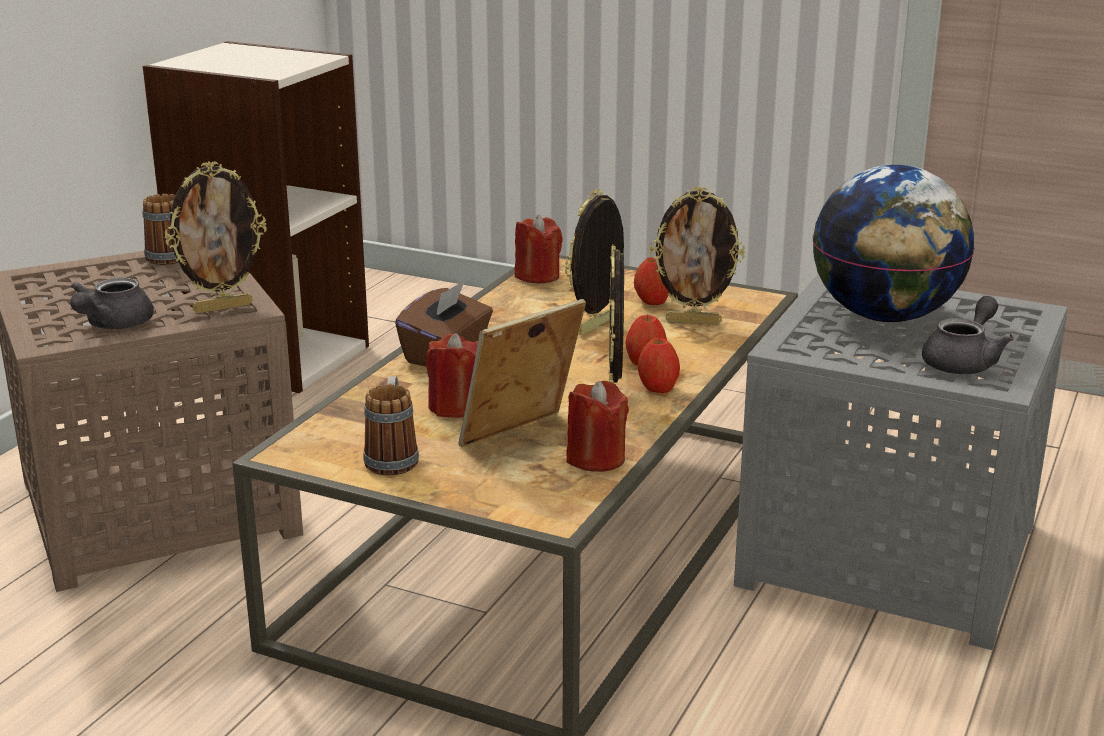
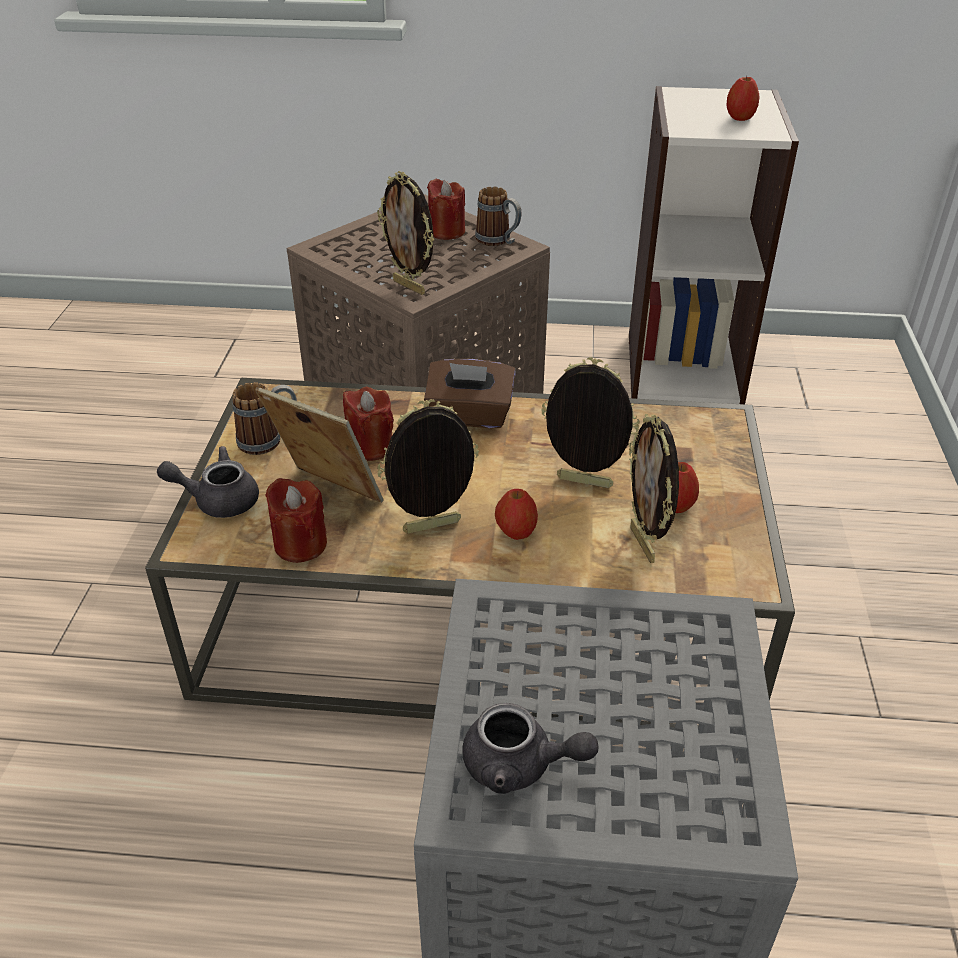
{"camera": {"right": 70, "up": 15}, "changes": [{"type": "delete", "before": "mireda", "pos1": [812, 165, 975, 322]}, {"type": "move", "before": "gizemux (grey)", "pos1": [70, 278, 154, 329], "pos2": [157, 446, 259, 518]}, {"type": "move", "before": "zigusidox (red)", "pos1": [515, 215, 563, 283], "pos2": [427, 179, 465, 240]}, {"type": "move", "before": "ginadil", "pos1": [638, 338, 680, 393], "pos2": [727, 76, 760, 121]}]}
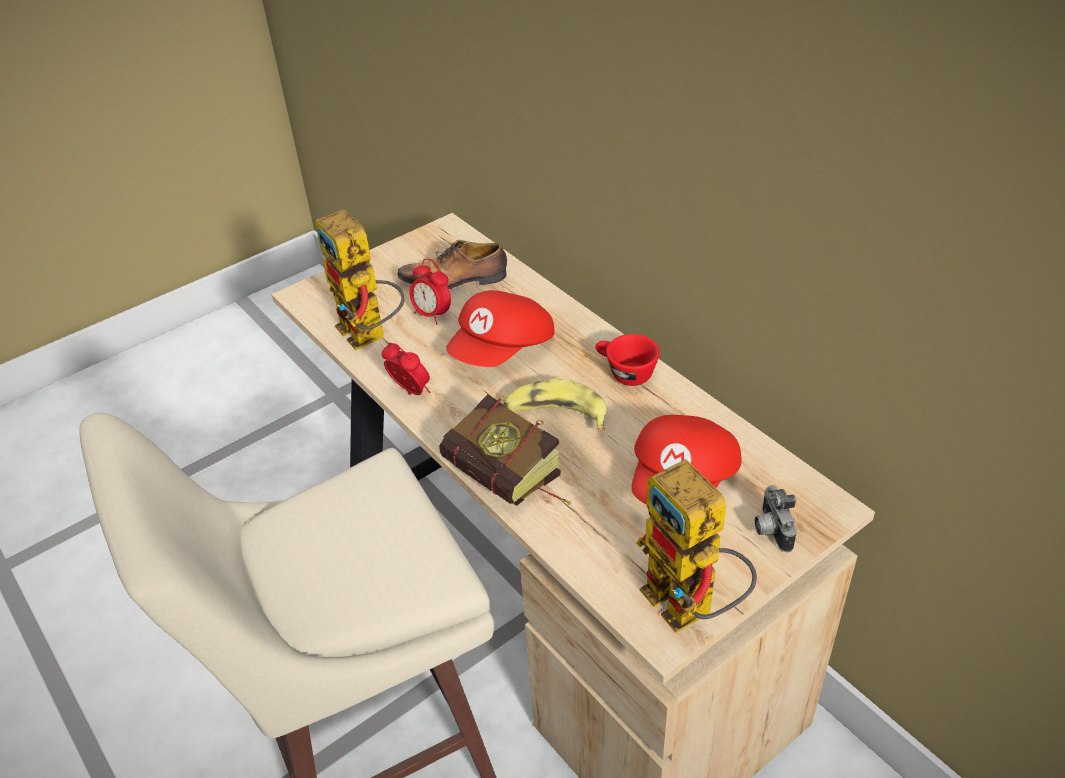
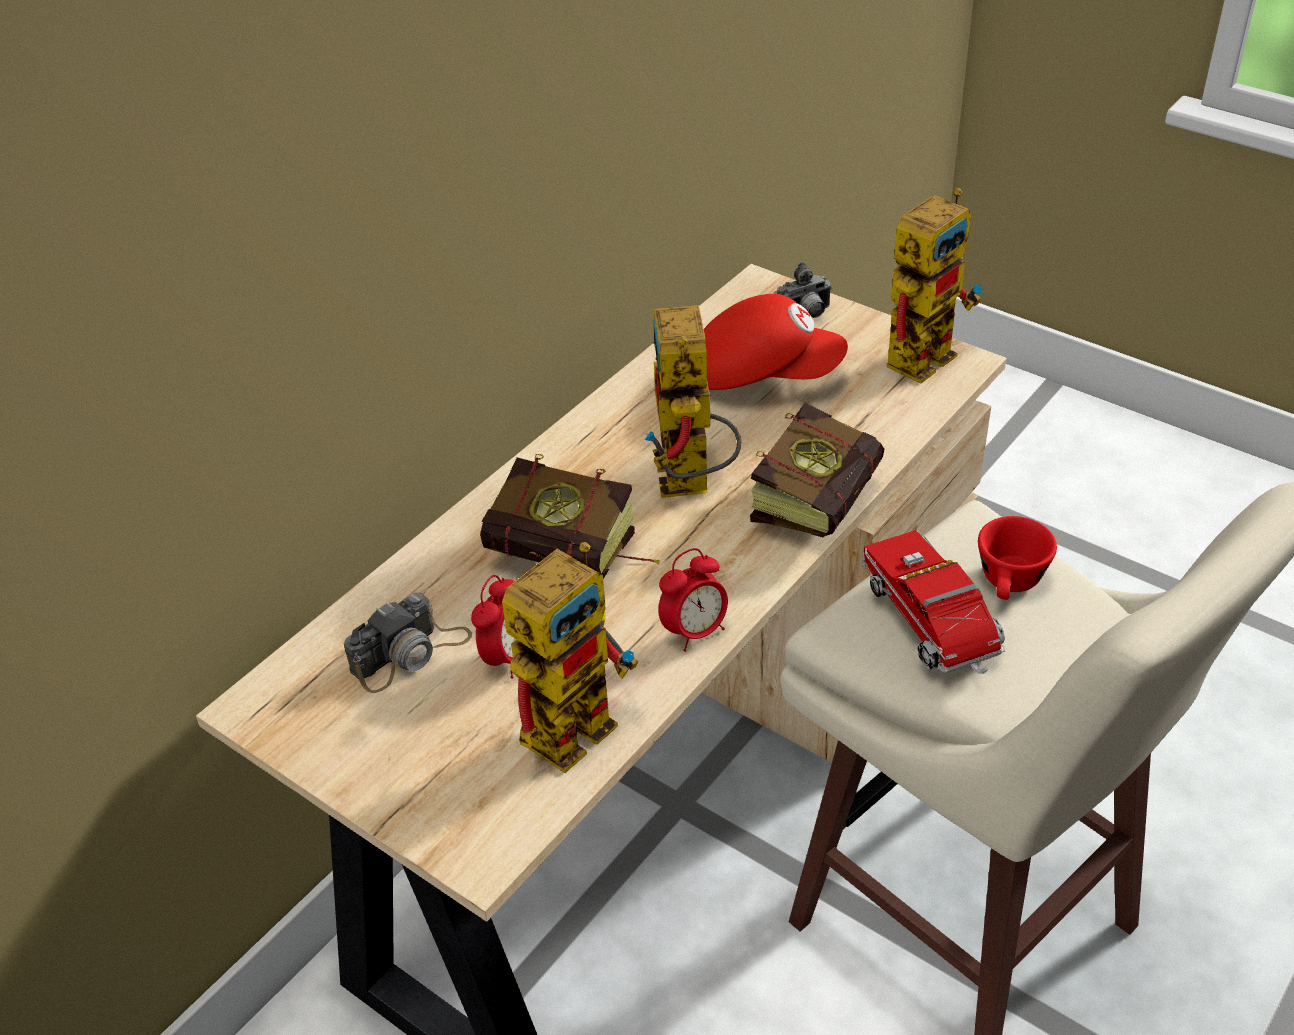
{"camera": {"right": -105, "up": 0}, "changes": [{"type": "insert", "after": "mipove", "pos2": [862, 530, 1005, 674]}, {"type": "move", "before": "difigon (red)", "pos1": [595, 334, 660, 386], "pos2": [978, 516, 1057, 600]}, {"type": "replace", "before": "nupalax", "after": "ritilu", "pos1": [397, 240, 507, 289], "pos2": [344, 593, 472, 693]}, {"type": "replace", "before": "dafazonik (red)", "after": "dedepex", "pos1": [446, 290, 555, 367], "pos2": [480, 454, 660, 578]}, {"type": "replace", "before": "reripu", "after": "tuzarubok", "pos1": [504, 378, 607, 431], "pos2": [643, 305, 741, 498]}, {"type": "rotate", "before": "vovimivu", "pos1": [382, 343, 430, 395], "pos2": [658, 548, 728, 652], "turn": -150}]}
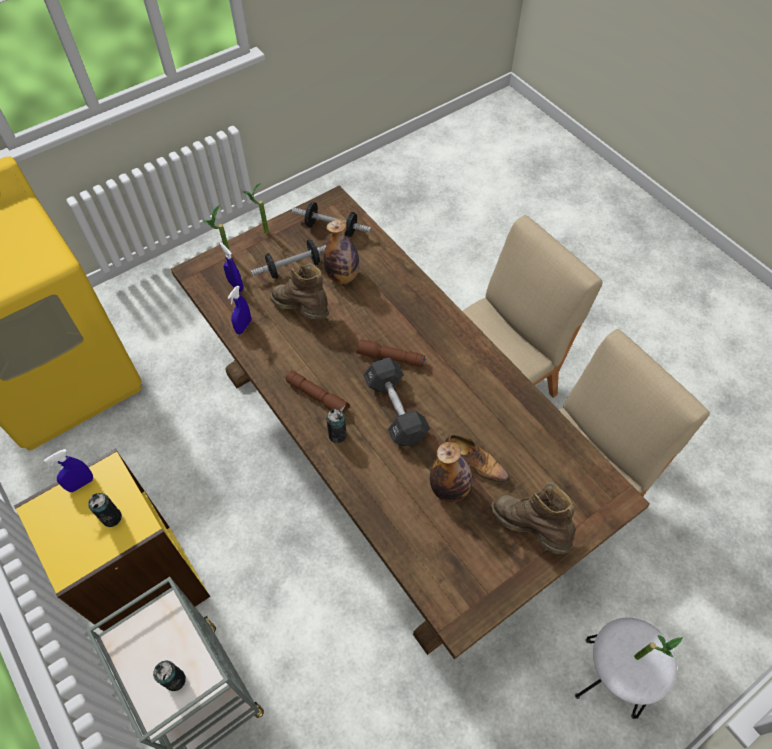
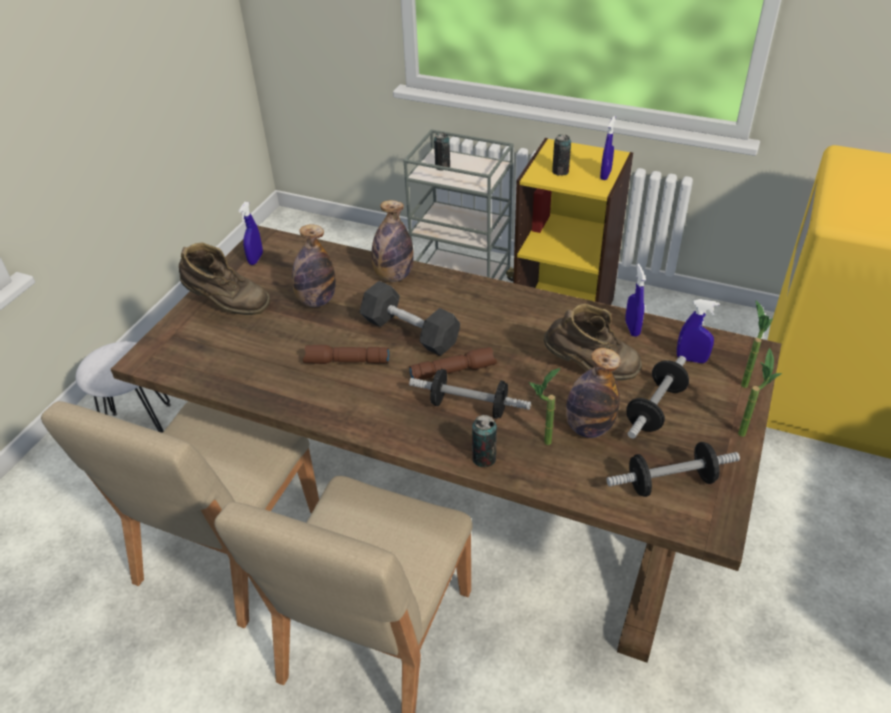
{"camera": {"right": 150, "up": -15}, "changes": [{"type": "delete", "before": "nupalax", "pos1": [445, 435, 510, 483]}, {"type": "insert", "after": "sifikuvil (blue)", "pos2": [239, 202, 263, 265]}, {"type": "insert", "after": "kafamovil", "pos2": [371, 200, 414, 282]}, {"type": "insert", "after": "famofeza", "pos2": [409, 369, 531, 419]}, {"type": "move", "before": "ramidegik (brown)", "pos1": [286, 370, 350, 412], "pos2": [303, 345, 390, 364]}, {"type": "move", "before": "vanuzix", "pos1": [326, 409, 347, 443], "pos2": [472, 415, 497, 467]}, {"type": "move", "before": "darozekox", "pos1": [634, 635, 683, 660], "pos2": [529, 368, 561, 445]}]}
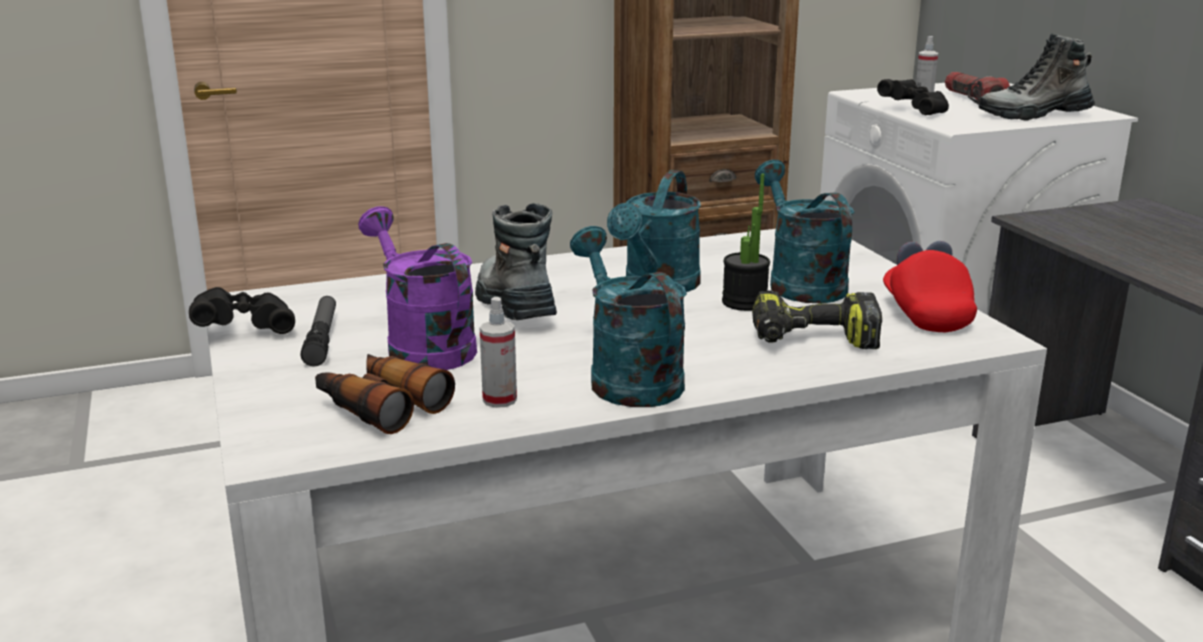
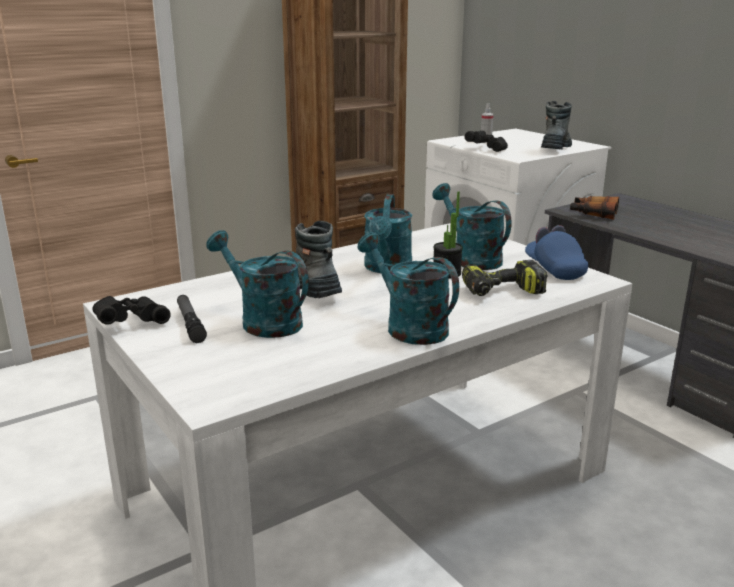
{"camera": {"right": -15, "up": 0}, "changes": [{"type": "delete", "before": "sifikuvil", "pos1": [480, 297, 517, 408]}, {"type": "delete", "before": "ramidegik", "pos1": [945, 72, 1010, 104]}, {"type": "move", "before": "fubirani", "pos1": [315, 354, 455, 434], "pos2": [570, 196, 619, 220]}, {"type": "recolor", "before": "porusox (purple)", "after": "porusox (turquoise)", "pos1": [358, 206, 477, 370], "pos2": [206, 230, 309, 338]}, {"type": "recolor", "before": "dafazonik (red)", "after": "dafazonik (blue)", "pos1": [883, 241, 977, 332], "pos2": [525, 225, 588, 280]}, {"type": "rotate", "before": "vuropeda", "pos1": [979, 33, 1095, 121], "pos2": [541, 101, 572, 150], "turn": 135}]}
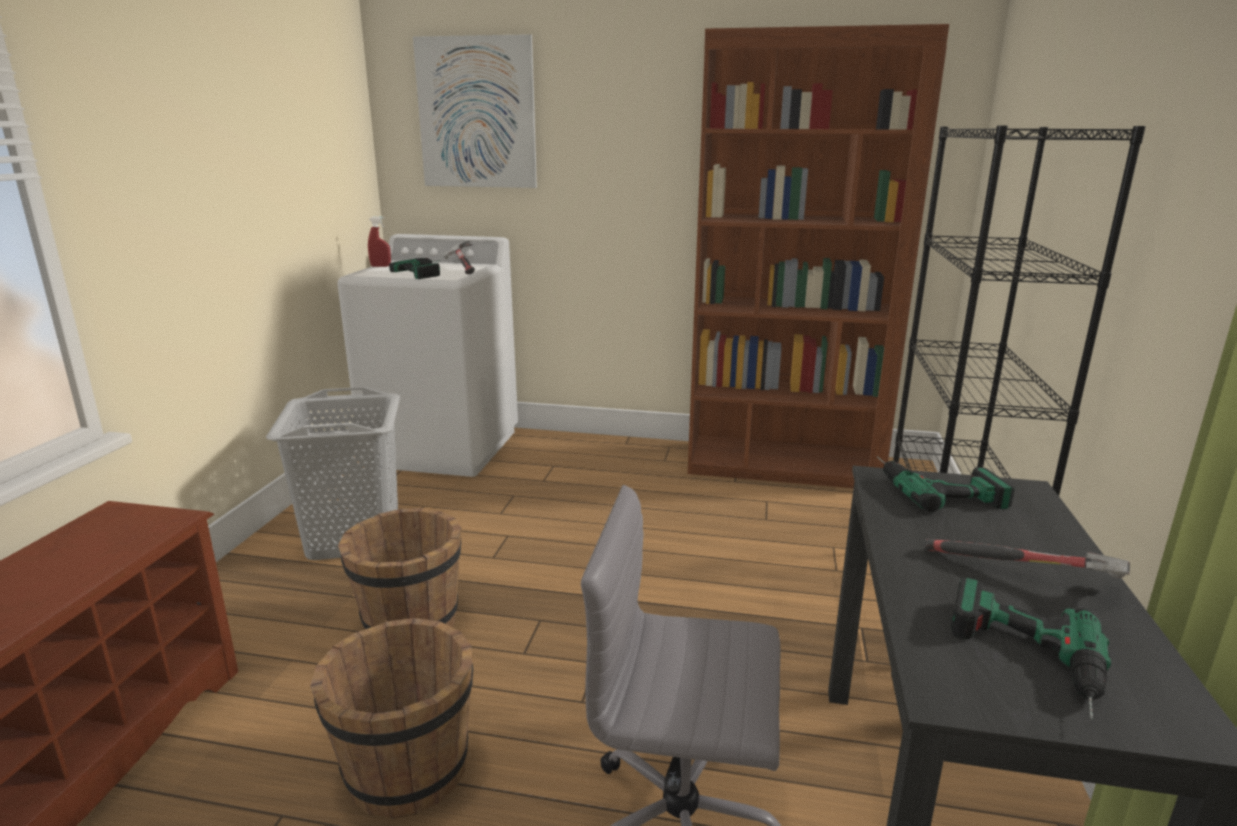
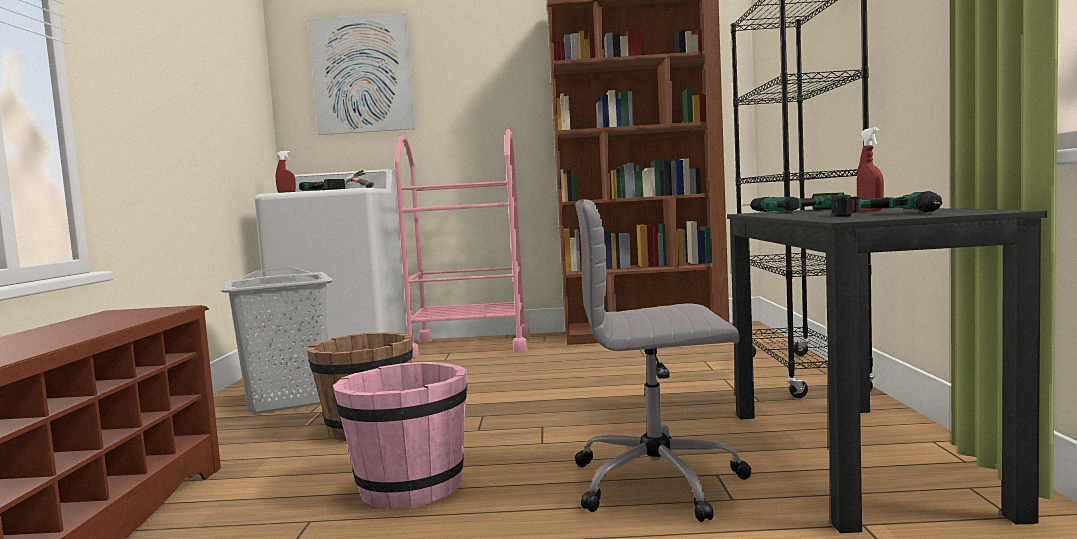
{"camera": {"right": -10, "up": -15}, "changes": [{"type": "insert", "after": "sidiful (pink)", "pos2": [395, 129, 530, 358]}, {"type": "replace", "before": "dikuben", "after": "sifikuvil (red)", "pos1": [925, 538, 1130, 578], "pos2": [857, 127, 884, 211]}, {"type": "recolor", "before": "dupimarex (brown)", "after": "dupimarex (pink)", "pos1": [310, 618, 473, 819], "pos2": [333, 362, 468, 509]}]}
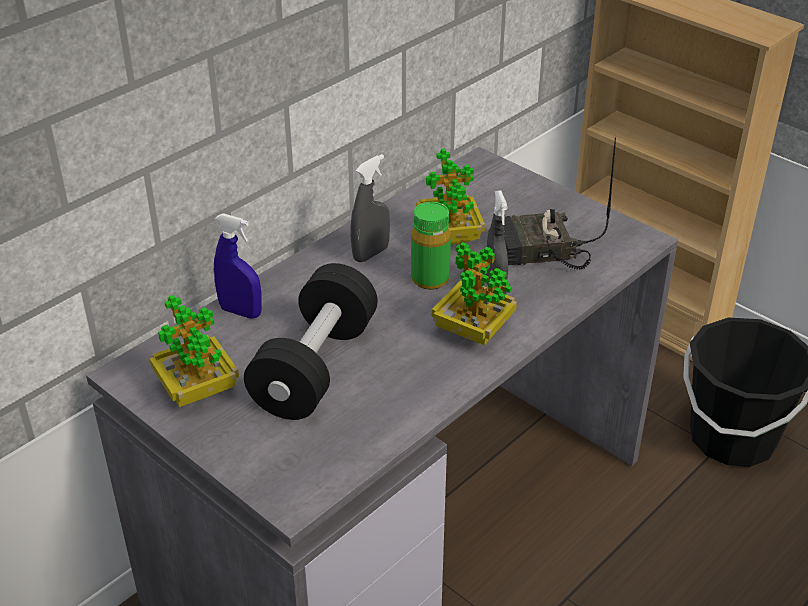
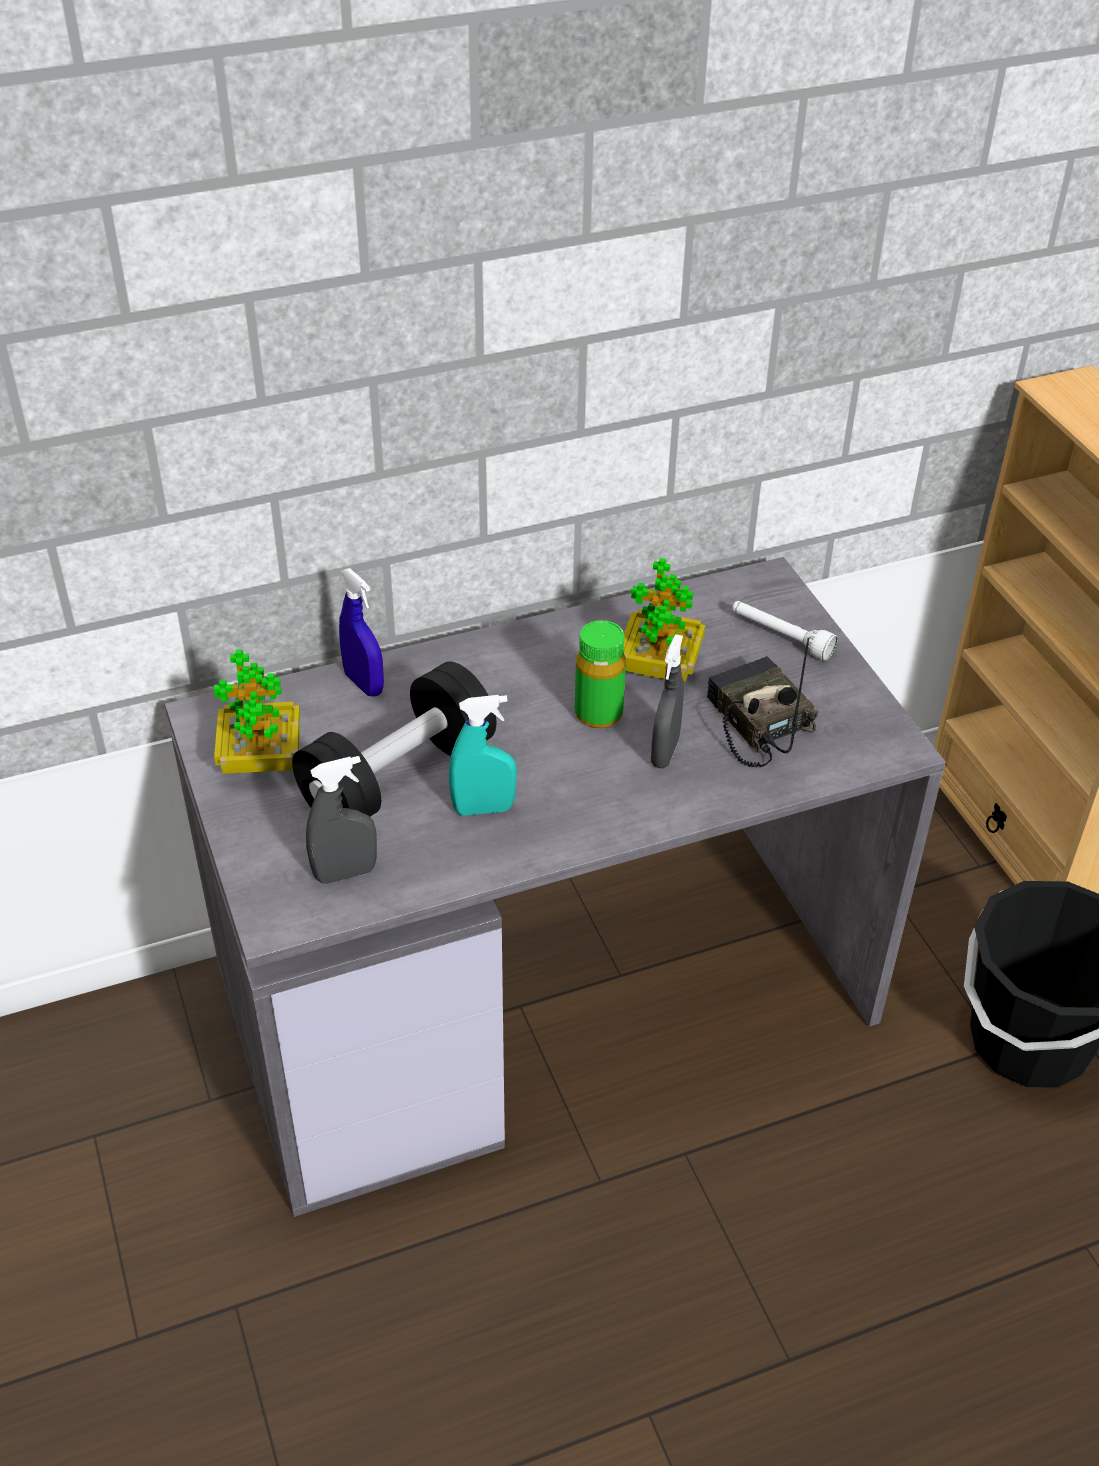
{"camera": {"right": 25, "up": 5}, "changes": [{"type": "delete", "before": "darozekox", "pos1": [432, 242, 517, 345]}, {"type": "insert", "after": "sifikuvil (turquoise)", "pos2": [449, 695, 517, 816]}, {"type": "insert", "after": "ramidegik (white)", "pos2": [732, 601, 838, 661]}, {"type": "move", "before": "sifikuvil (grey)", "pos1": [350, 154, 390, 262], "pos2": [306, 756, 377, 884]}, {"type": "rotate", "before": "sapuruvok", "pos1": [504, 137, 616, 269], "pos2": [707, 637, 818, 767], "turn": 45}]}
